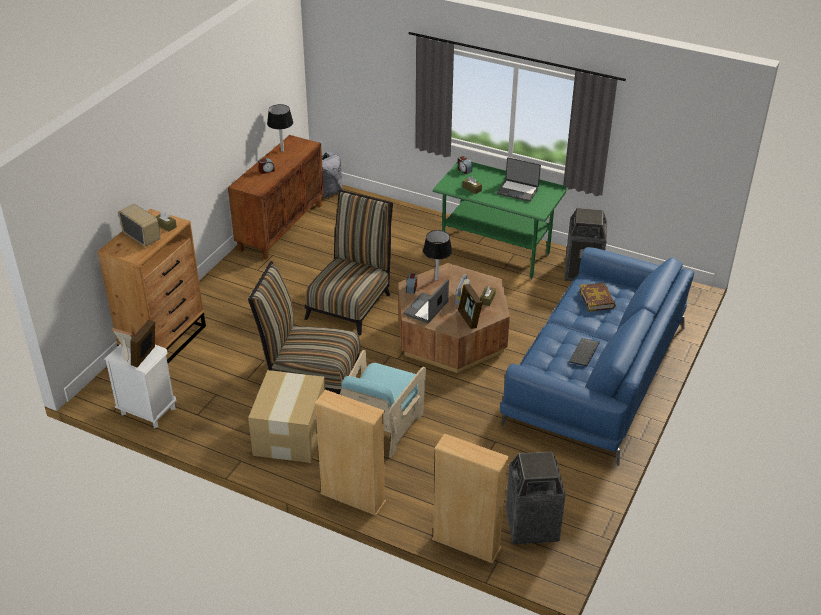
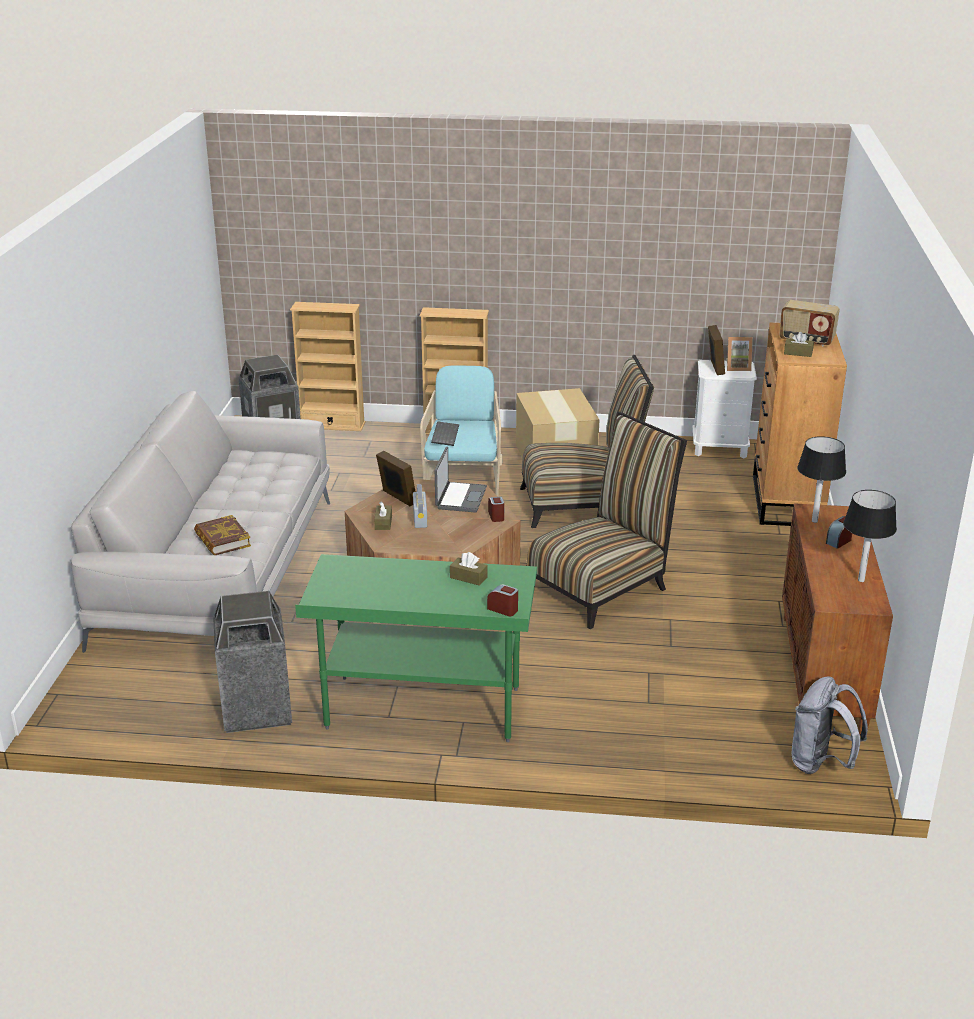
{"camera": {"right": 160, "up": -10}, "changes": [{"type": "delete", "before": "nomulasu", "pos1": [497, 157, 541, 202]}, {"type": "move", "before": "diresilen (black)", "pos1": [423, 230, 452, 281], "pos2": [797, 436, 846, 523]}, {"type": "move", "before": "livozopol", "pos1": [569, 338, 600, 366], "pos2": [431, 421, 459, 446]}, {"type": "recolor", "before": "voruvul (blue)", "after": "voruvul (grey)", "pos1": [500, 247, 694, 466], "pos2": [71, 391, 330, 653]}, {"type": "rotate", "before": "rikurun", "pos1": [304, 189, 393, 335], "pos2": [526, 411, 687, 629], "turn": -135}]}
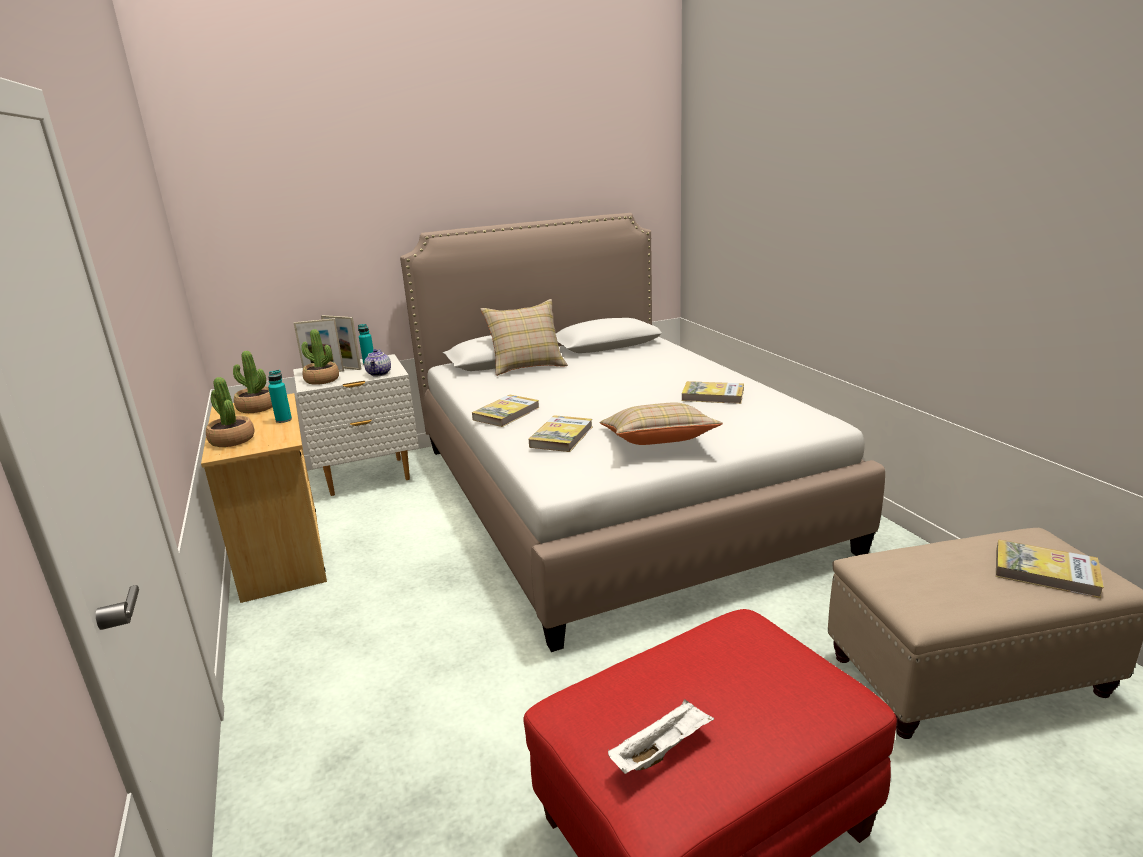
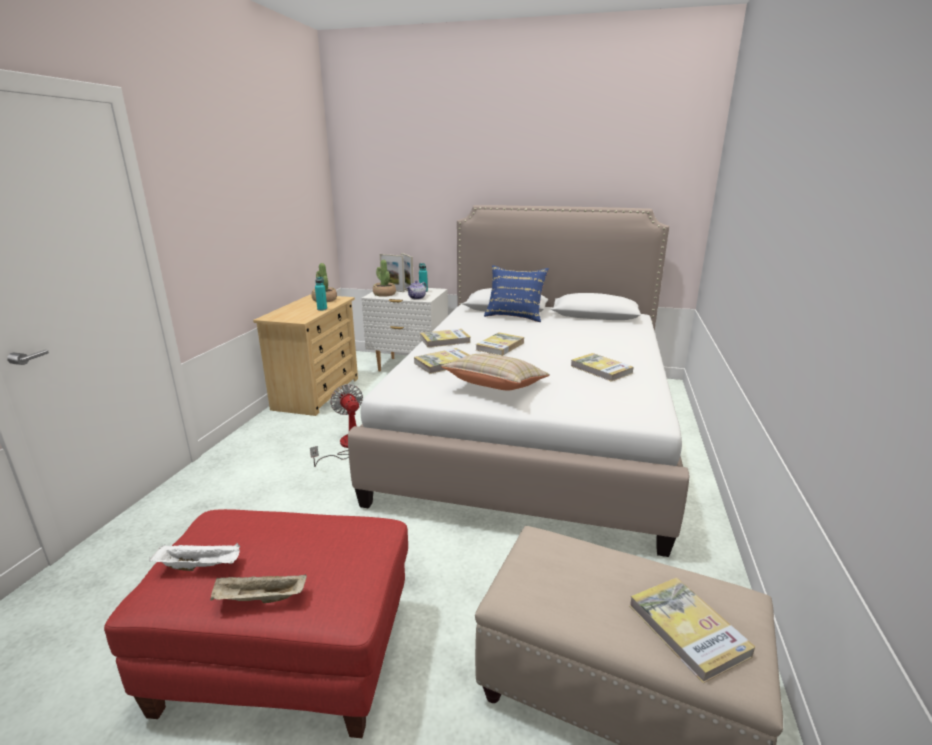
{"camera": {"right": 35, "up": 0}, "changes": [{"type": "delete", "before": "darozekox", "pos1": [206, 377, 254, 447]}, {"type": "insert", "after": "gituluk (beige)", "pos2": [210, 574, 307, 603]}, {"type": "insert", "after": "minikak", "pos2": [310, 384, 363, 467]}, {"type": "insert", "after": "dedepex", "pos2": [476, 332, 524, 356]}, {"type": "recolor", "before": "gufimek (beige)", "after": "gufimek (blue)", "pos1": [481, 299, 568, 376], "pos2": [484, 265, 549, 322]}]}
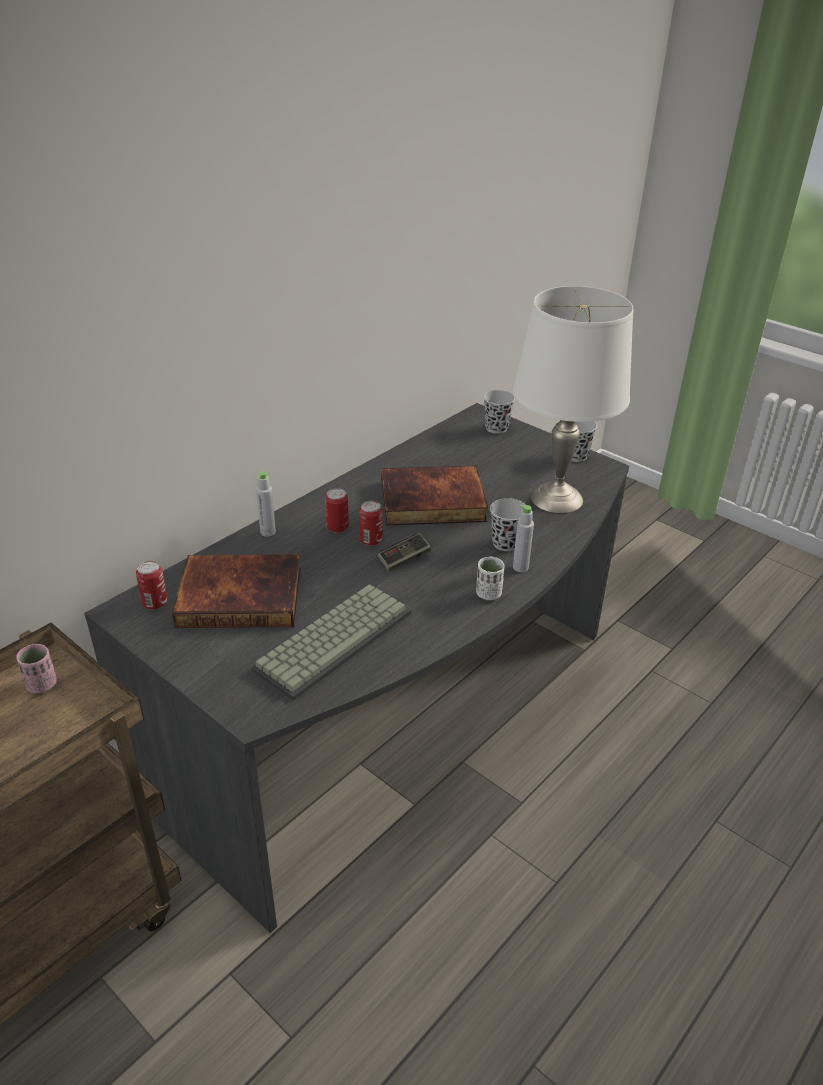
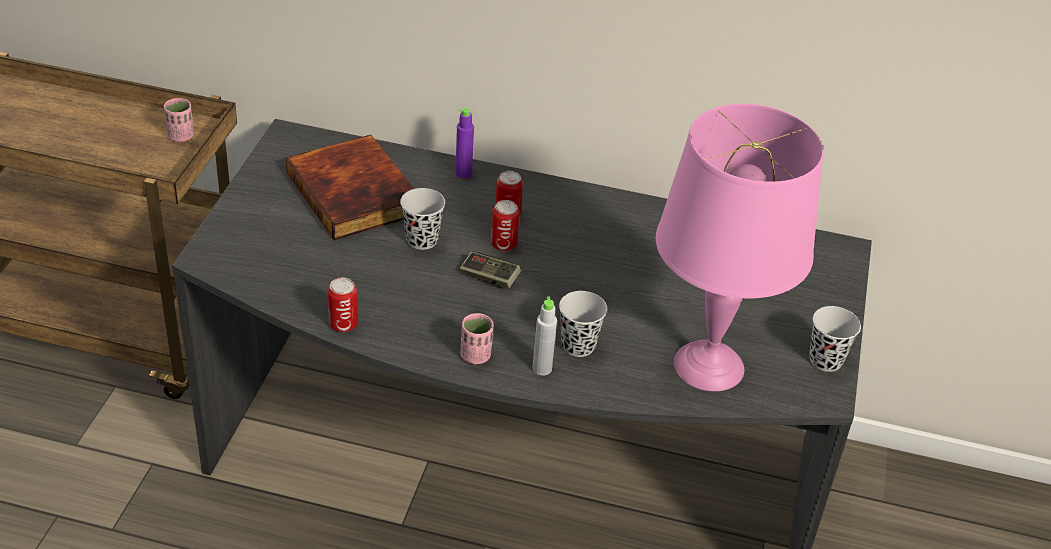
{"camera": {"right": 60, "up": 5}, "changes": [{"type": "delete", "before": "livozopol", "pos1": [251, 584, 412, 701]}, {"type": "delete", "before": "dedepex", "pos1": [381, 465, 488, 526]}, {"type": "move", "before": "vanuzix", "pos1": [136, 560, 168, 610], "pos2": [327, 278, 358, 332]}, {"type": "move", "before": "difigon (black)", "pos1": [483, 390, 515, 434], "pos2": [400, 188, 445, 250]}, {"type": "recolor", "before": "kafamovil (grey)", "after": "kafamovil (purple)", "pos1": [256, 471, 276, 537], "pos2": [455, 108, 474, 179]}, {"type": "recolor", "before": "difigon (white)", "after": "difigon (pink)", "pos1": [476, 557, 505, 600], "pos2": [460, 313, 493, 364]}, {"type": "recolor", "before": "diresilen (white)", "after": "diresilen (pink)", "pos1": [513, 286, 633, 513], "pos2": [656, 104, 823, 391]}]}
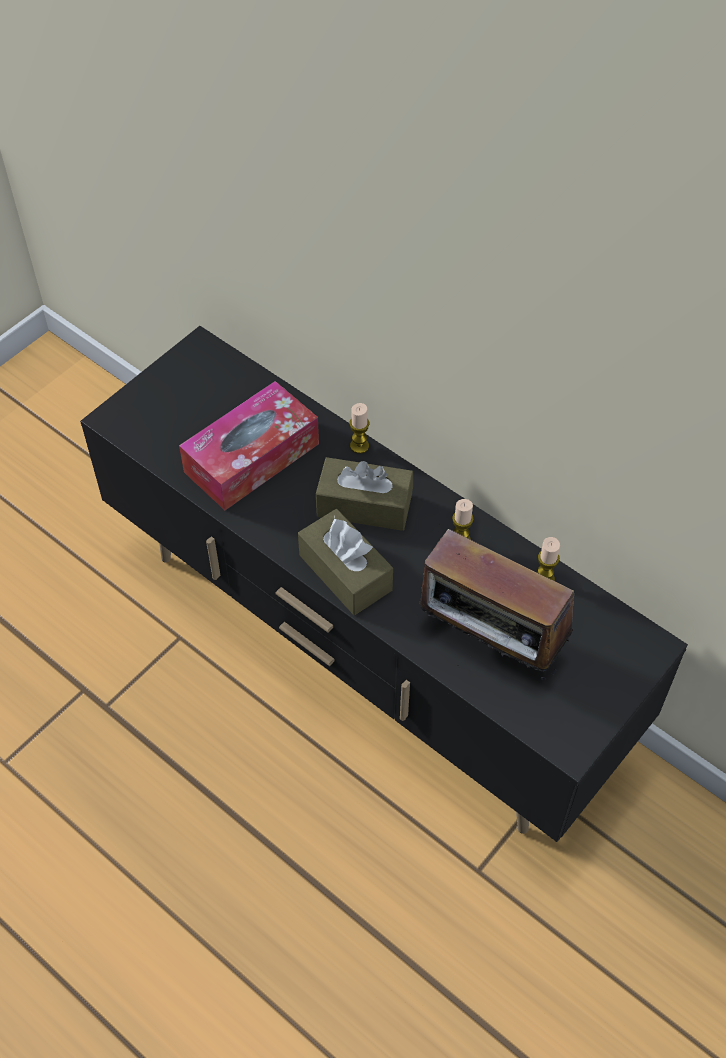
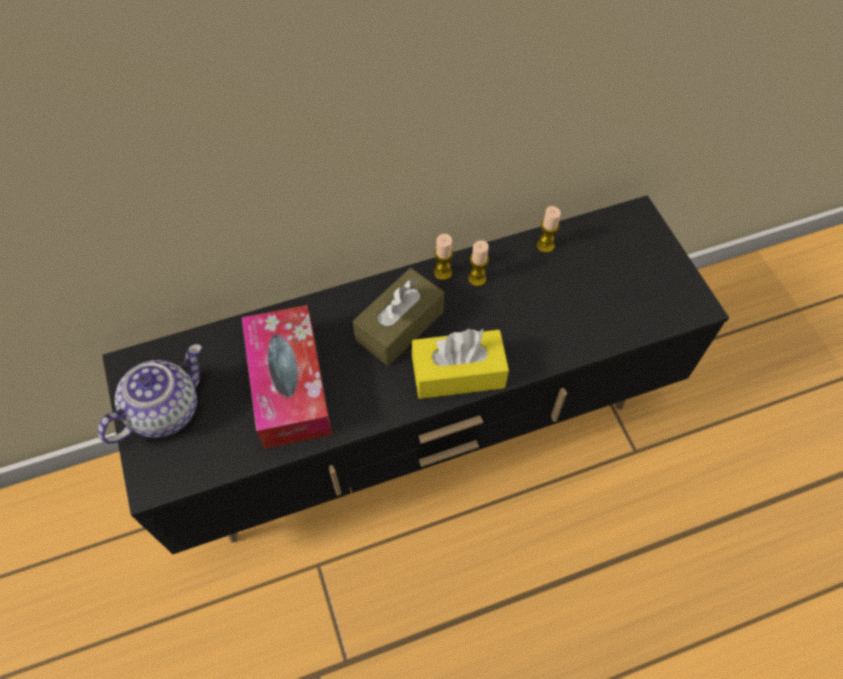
{"camera": {"right": -60, "up": 5}, "changes": [{"type": "delete", "before": "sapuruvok", "pos1": [419, 529, 574, 681]}, {"type": "insert", "after": "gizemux", "pos2": [98, 344, 202, 444]}, {"type": "move", "before": "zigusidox", "pos1": [350, 403, 369, 454], "pos2": [434, 234, 453, 280]}, {"type": "recolor", "before": "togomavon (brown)", "after": "togomavon (yellow)", "pos1": [298, 509, 393, 615], "pos2": [412, 329, 509, 399]}]}
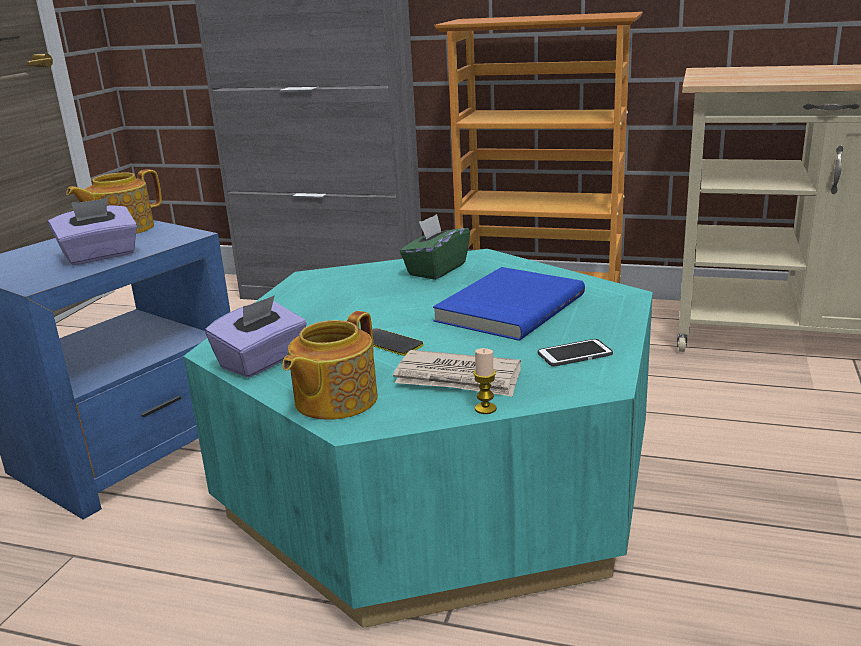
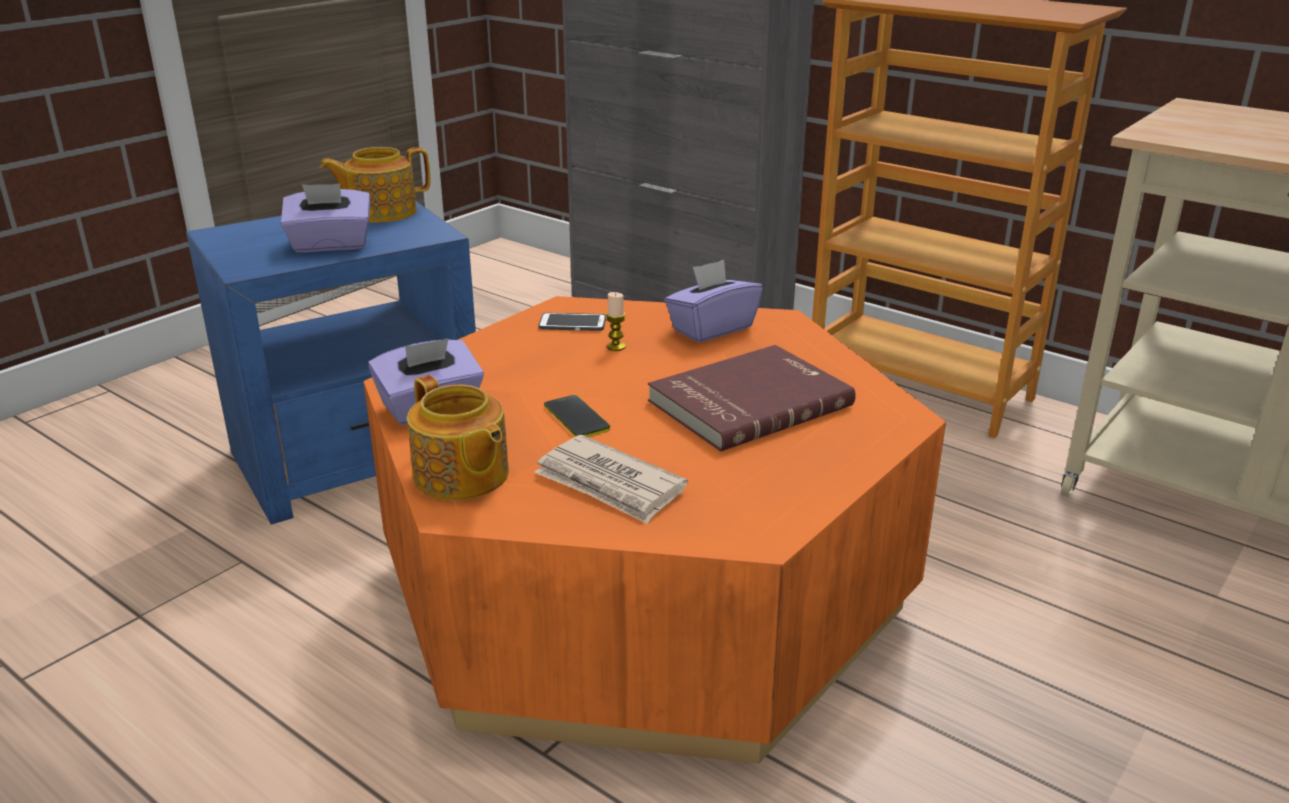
{"camera": {"right": 20, "up": 5}, "changes": [{"type": "move", "before": "zigusidox", "pos1": [473, 348, 497, 414], "pos2": [606, 292, 626, 351]}, {"type": "move", "before": "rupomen", "pos1": [538, 339, 613, 367], "pos2": [538, 313, 606, 331]}, {"type": "recolor", "before": "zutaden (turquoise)", "after": "zutaden (orange)", "pos1": [183, 249, 653, 628], "pos2": [363, 296, 946, 764]}, {"type": "recolor", "before": "togomavon (green)", "after": "togomavon (purple)", "pos1": [400, 214, 470, 280], "pos2": [664, 260, 763, 343]}, {"type": "recolor", "before": "dedepex (blue)", "after": "dedepex (red)", "pos1": [433, 267, 585, 341], "pos2": [648, 345, 856, 452]}, {"type": "rotate", "before": "gizemux", "pos1": [283, 311, 378, 420], "pos2": [407, 375, 509, 501], "turn": -90}]}
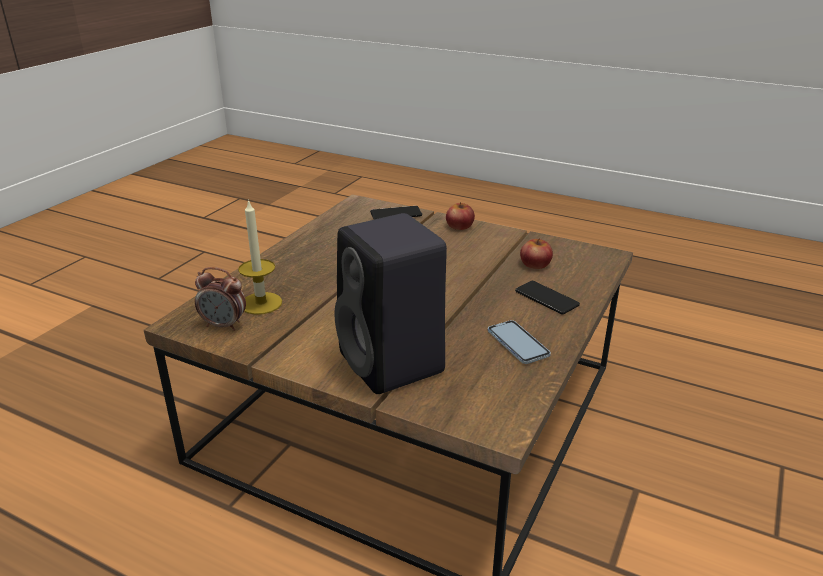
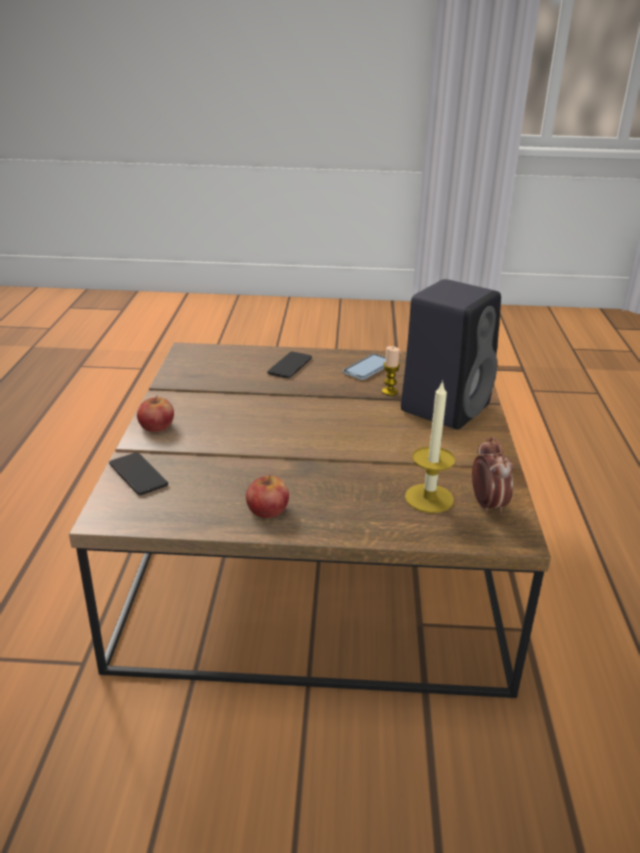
{"camera": {"right": -115, "up": 0}, "changes": [{"type": "insert", "after": "zigusidox", "pos2": [382, 346, 400, 395]}, {"type": "move", "before": "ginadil", "pos1": [520, 238, 553, 269], "pos2": [246, 474, 289, 518]}]}
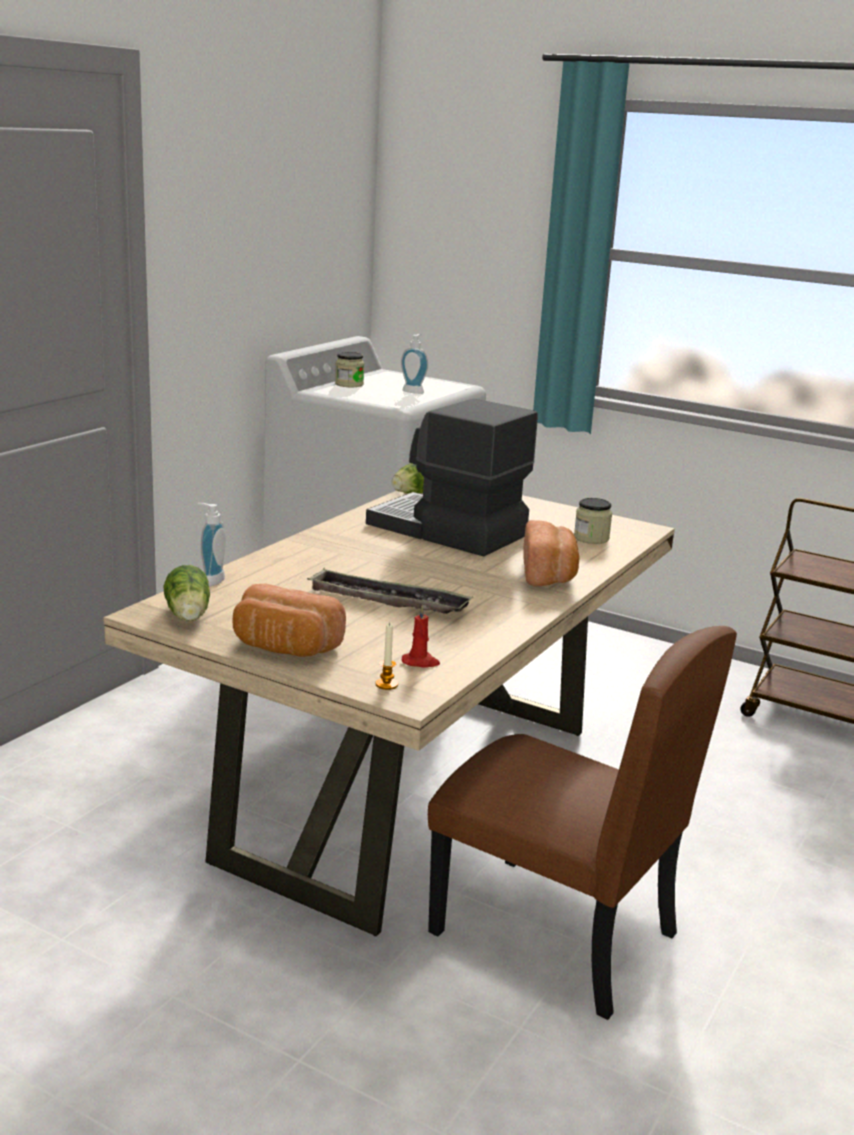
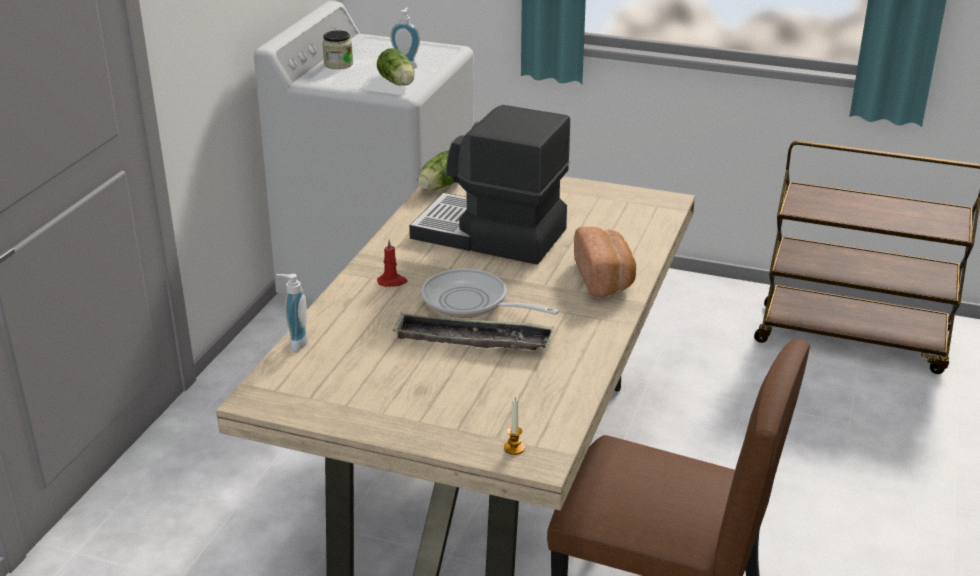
{"camera": {"right": -10, "up": 10}, "changes": [{"type": "delete", "before": "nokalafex", "pos1": [233, 584, 346, 657]}, {"type": "delete", "before": "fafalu", "pos1": [574, 498, 612, 544]}, {"type": "insert", "after": "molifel", "pos2": [422, 268, 559, 318]}, {"type": "move", "before": "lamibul", "pos1": [164, 565, 210, 621], "pos2": [377, 48, 414, 86]}, {"type": "move", "before": "zigusidox (red)", "pos1": [402, 605, 440, 668], "pos2": [377, 239, 407, 287]}]}
